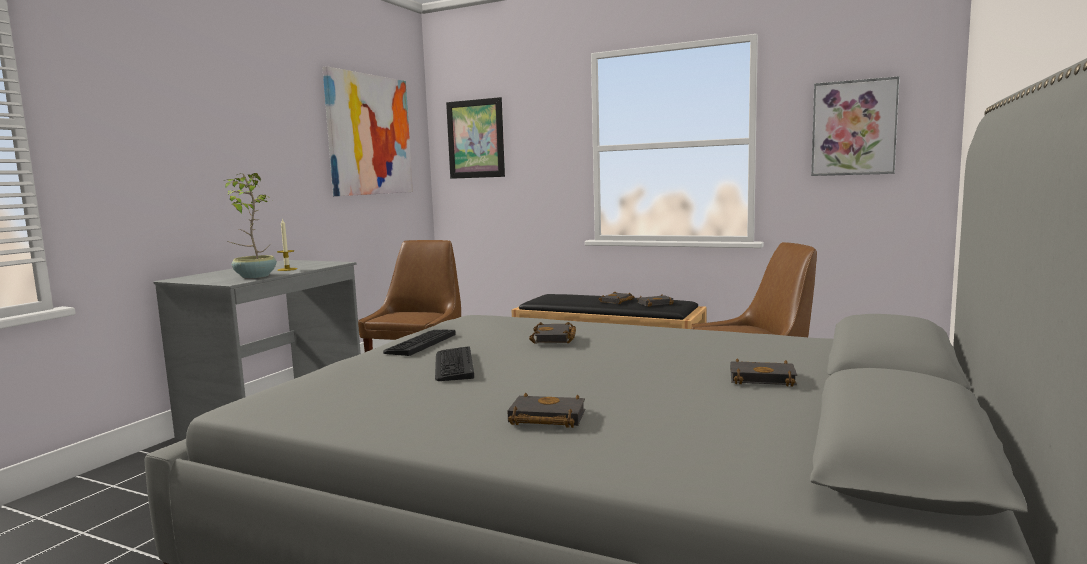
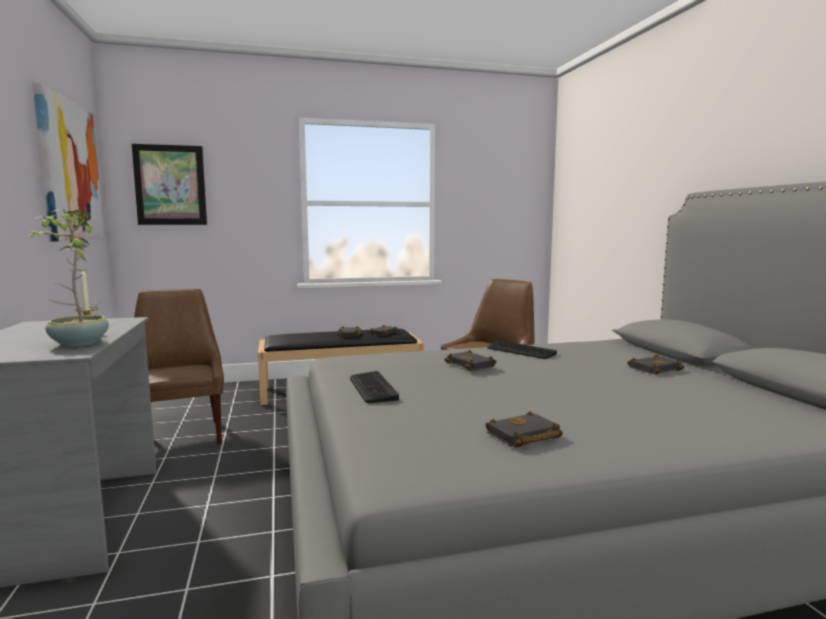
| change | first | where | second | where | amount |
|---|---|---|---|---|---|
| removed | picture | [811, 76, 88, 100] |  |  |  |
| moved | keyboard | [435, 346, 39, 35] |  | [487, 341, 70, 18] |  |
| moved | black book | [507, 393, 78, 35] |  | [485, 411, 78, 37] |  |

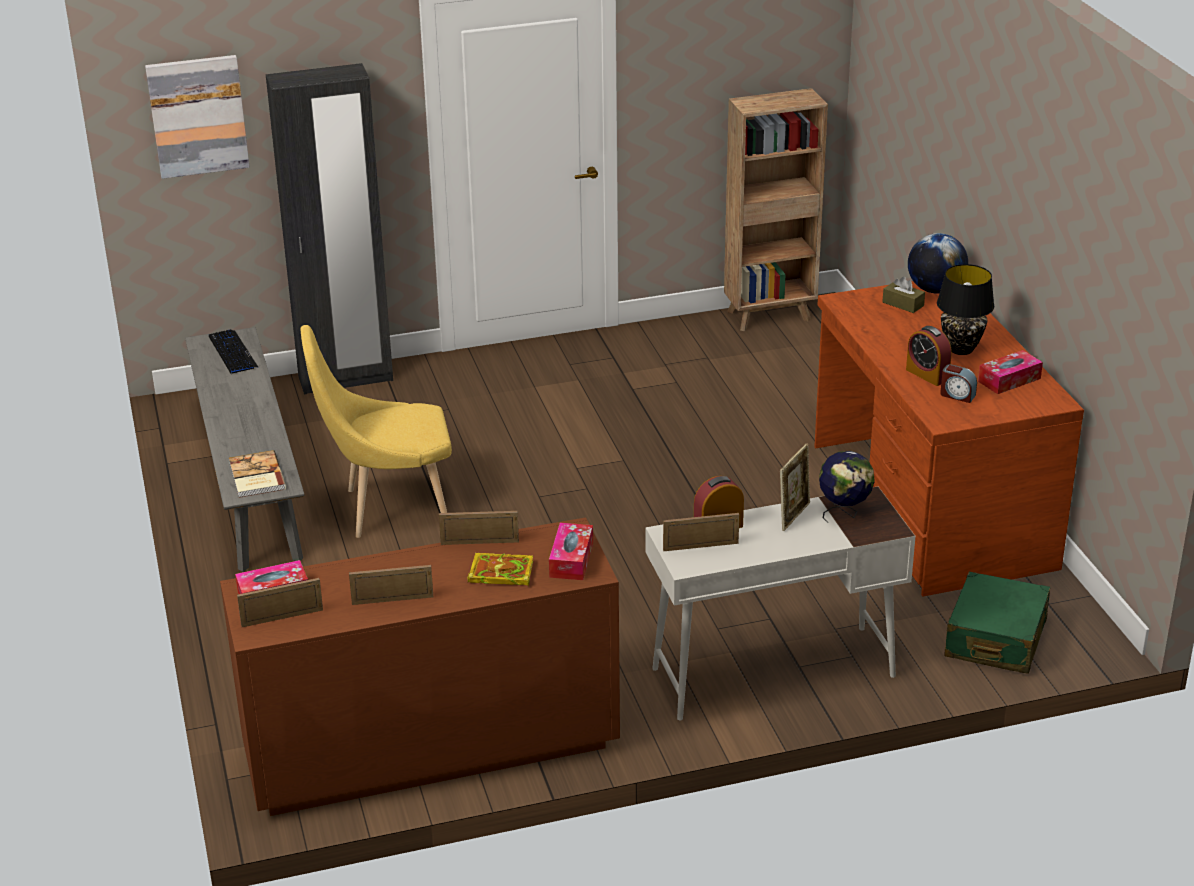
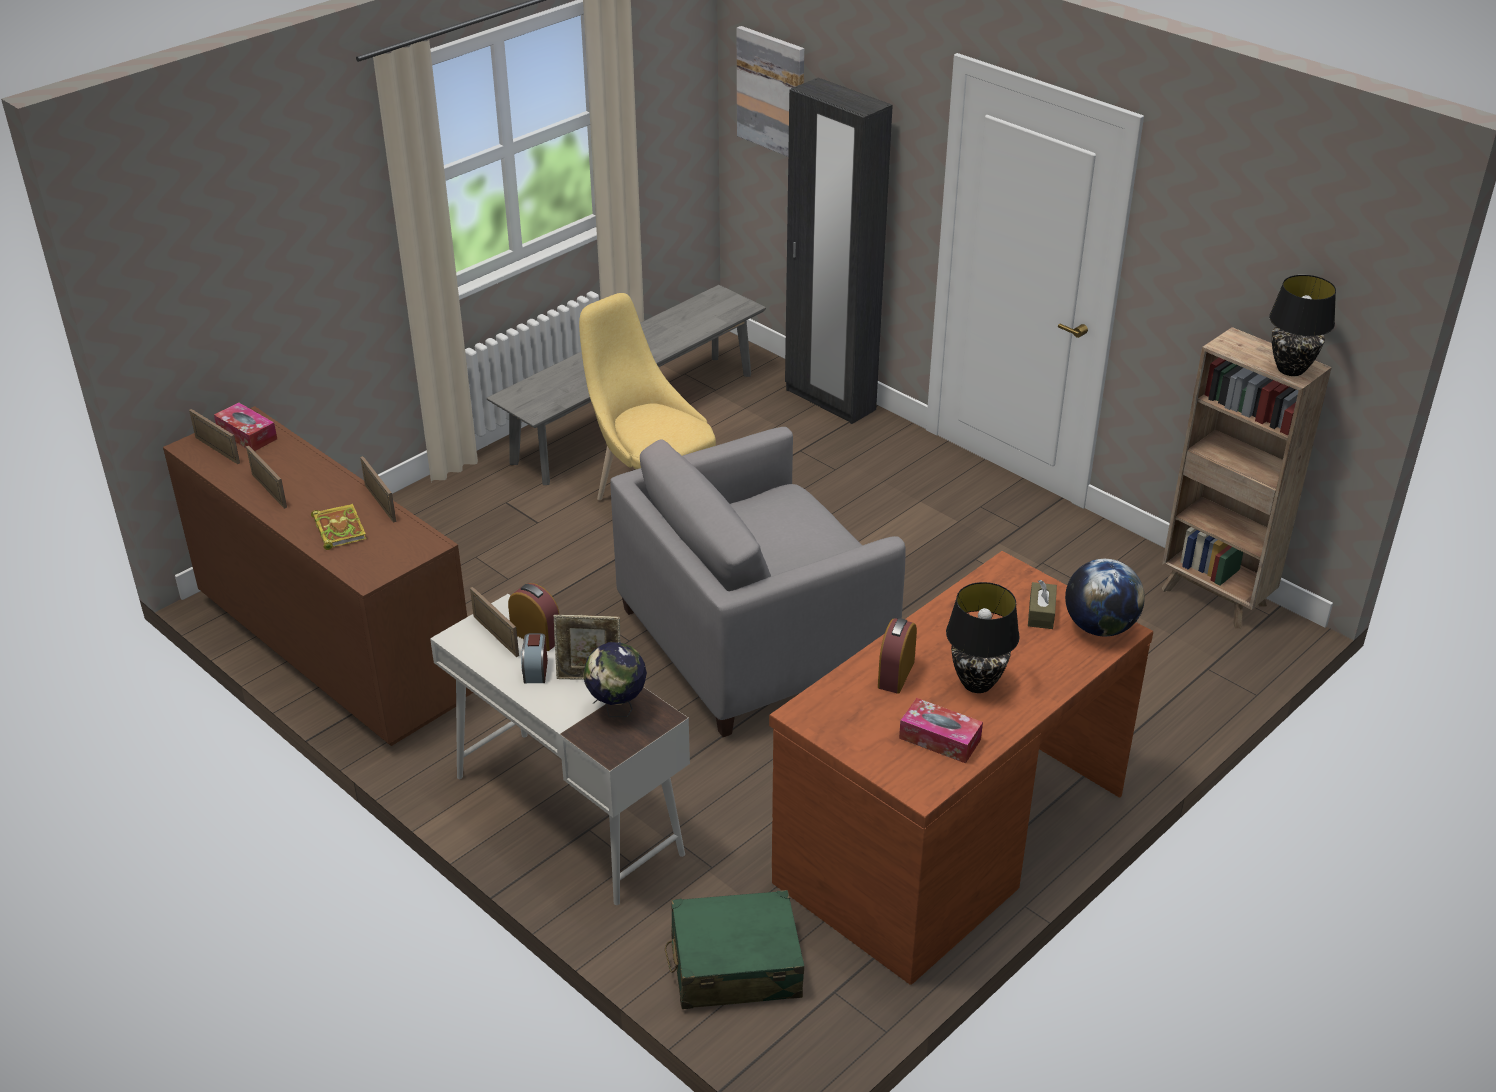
| change | first | where | second | where | amount |
|---|---|---|---|---|---|
| removed | keyboard | [209, 329, 49, 44] |  |  |  |
| removed | book | [229, 450, 57, 48] |  |  |  |
| removed | tissue box | [549, 523, 44, 57] |  |  |  |
| added |  |  | grey armchair | [610, 427, 296, 310] |  |
| added |  |  | black table lamp | [1269, 275, 67, 101] |  |
| moved | alarm clock | [940, 364, 37, 39] |  | [521, 633, 27, 50] |  |

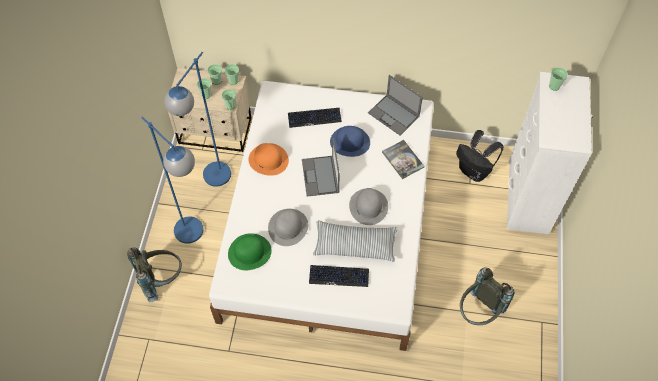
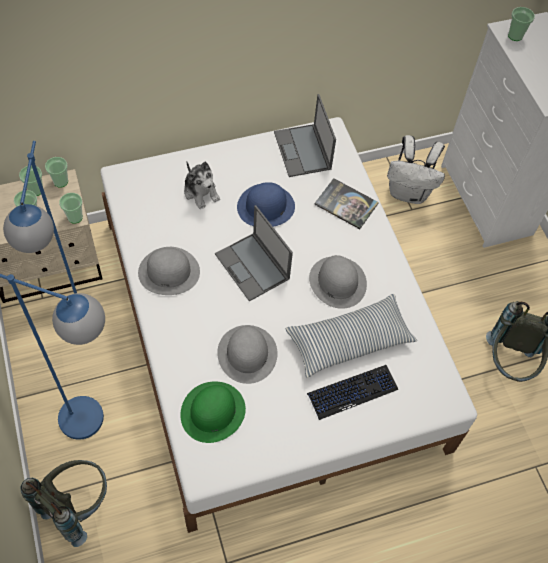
| change | first | where | second | where | amount |
|---|---|---|---|---|---|
| replaced | keyboard | [288, 108, 54, 20] | plush toy | [184, 161, 36, 48] |  |
| recoloured | orange hat | [248, 143, 41, 33] | grey hat | [138, 247, 62, 48] |  |
| recoloured | black backpack | [456, 130, 48, 52] | white backpack | [387, 135, 58, 69] |  |
| turned | laptop | [368, 75, 55, 60] |  | [274, 94, 62, 83] | 60 degrees clockwise |

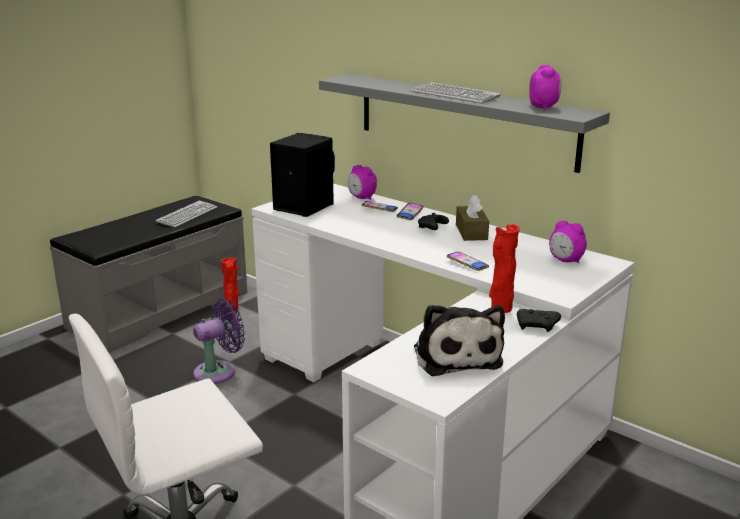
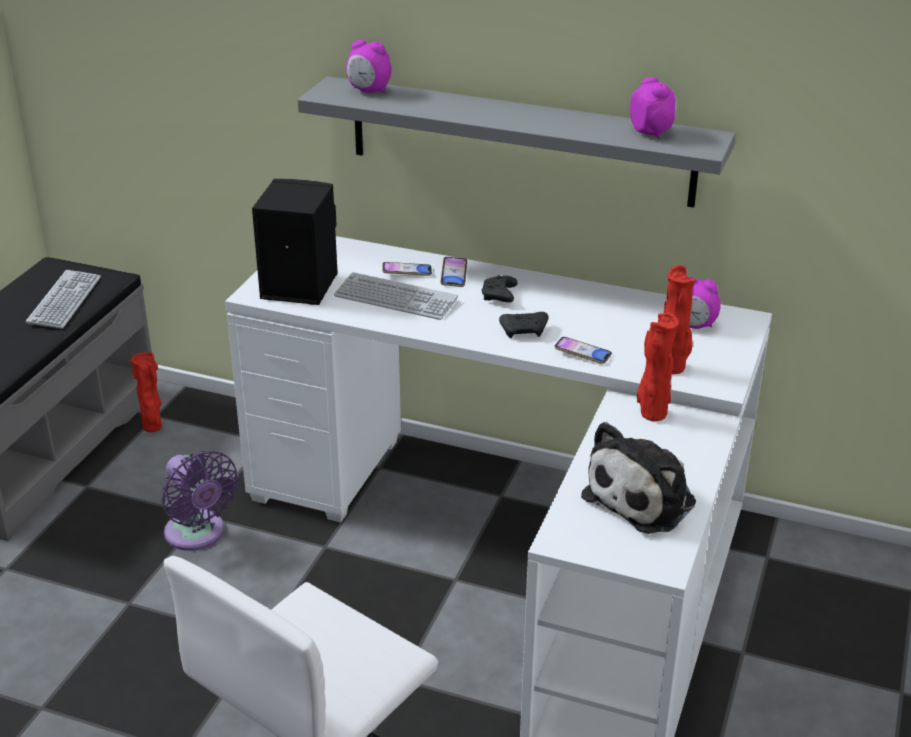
| change | first | where | second | where | amount |
|---|---|---|---|---|---|
| removed | brown tissue box | [456, 195, 33, 46] |  |  |  |
| added |  |  | red vase | [664, 265, 32, 109] |  |
| moved | alarm clock | [348, 165, 29, 35] |  | [346, 40, 46, 53] |  |
| moved | keyboard | [411, 82, 90, 21] |  | [334, 272, 124, 48] |  |
| moved | black game controller | [517, 309, 44, 23] |  | [499, 312, 49, 27] |  |
| turned | purple fan | [193, 299, 52, 85] |  | [161, 450, 77, 101] | 105 degrees clockwise |
| turned | plush toy | [414, 305, 91, 71] |  | [581, 422, 115, 112] | 75 degrees clockwise |

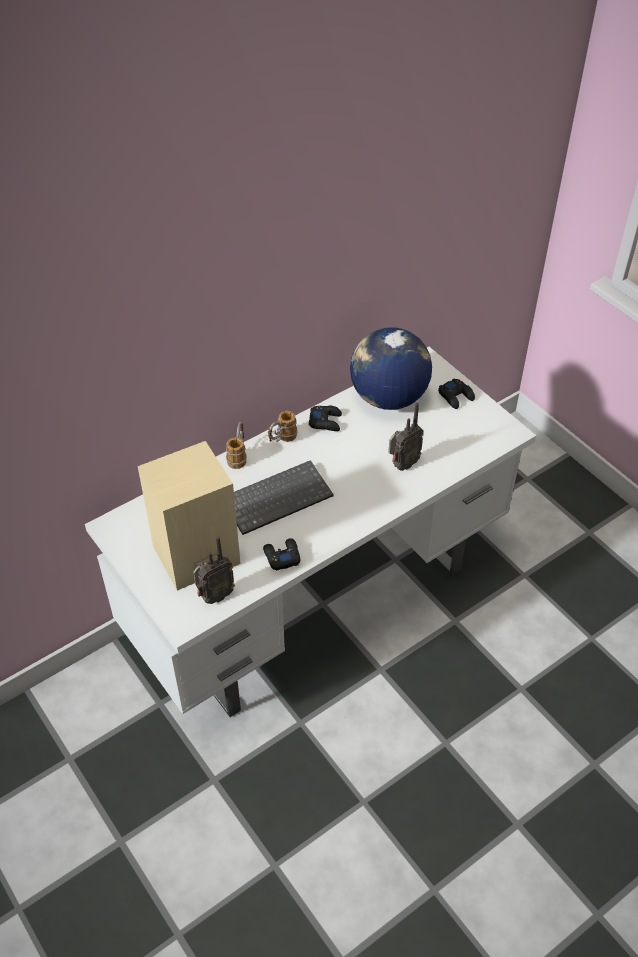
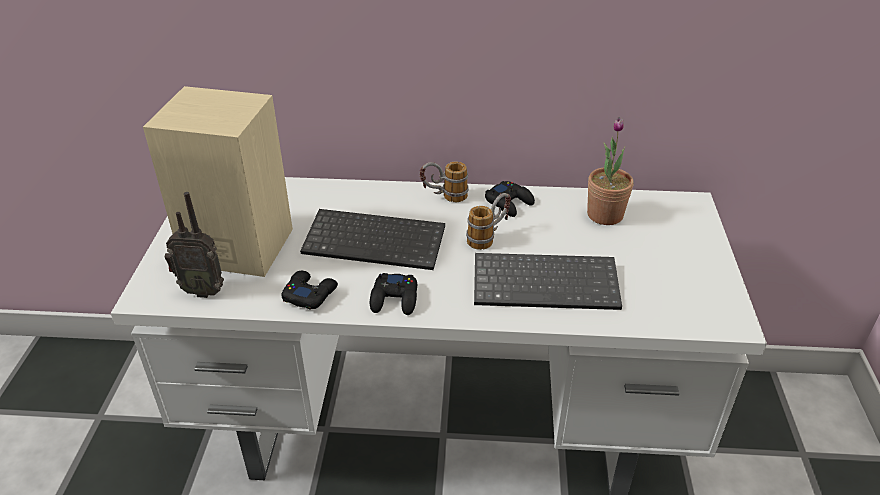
| change | first | where | second | where | amount |
|---|---|---|---|---|---|
| moved | mug | [226, 421, 21, 48] |  | [466, 193, 45, 57] |  |
| moved | black game controller | [438, 378, 37, 31] |  | [370, 273, 47, 42] |  |
| replaced | globe | [350, 327, 82, 83] | potted plant | [587, 117, 46, 108] |  |
| replaced | radio | [388, 403, 36, 68] | keyboard | [474, 253, 148, 57] |  |

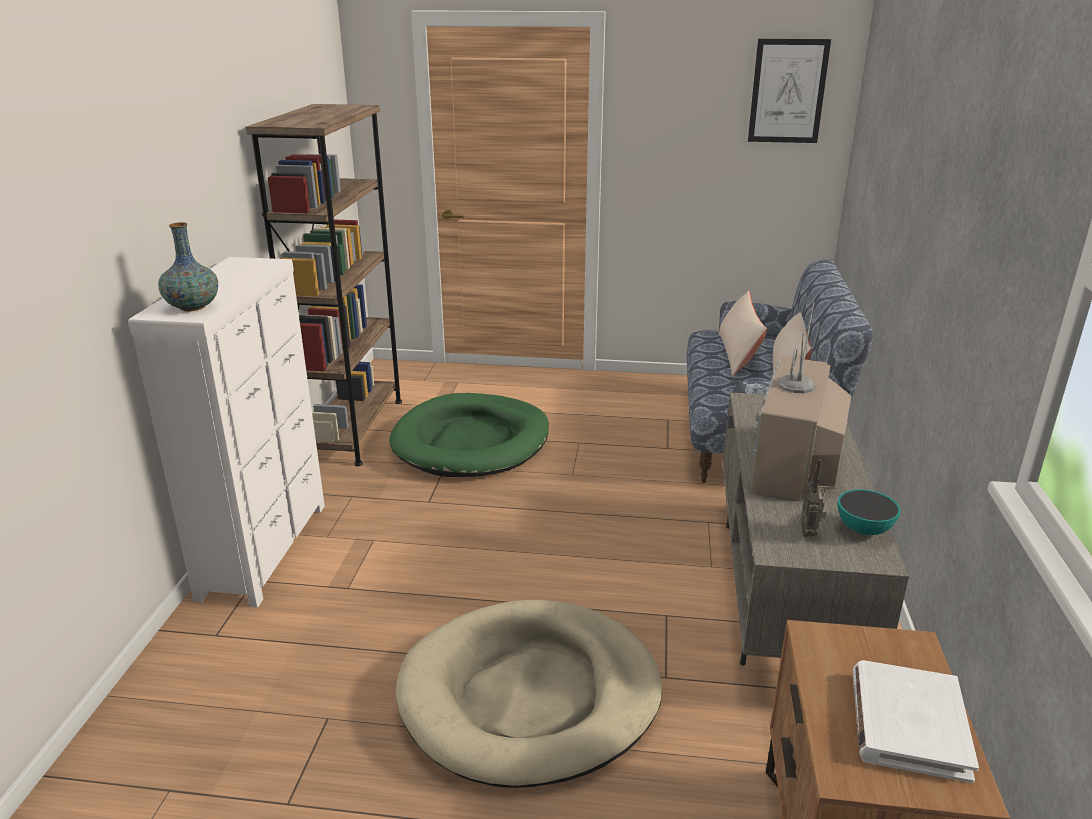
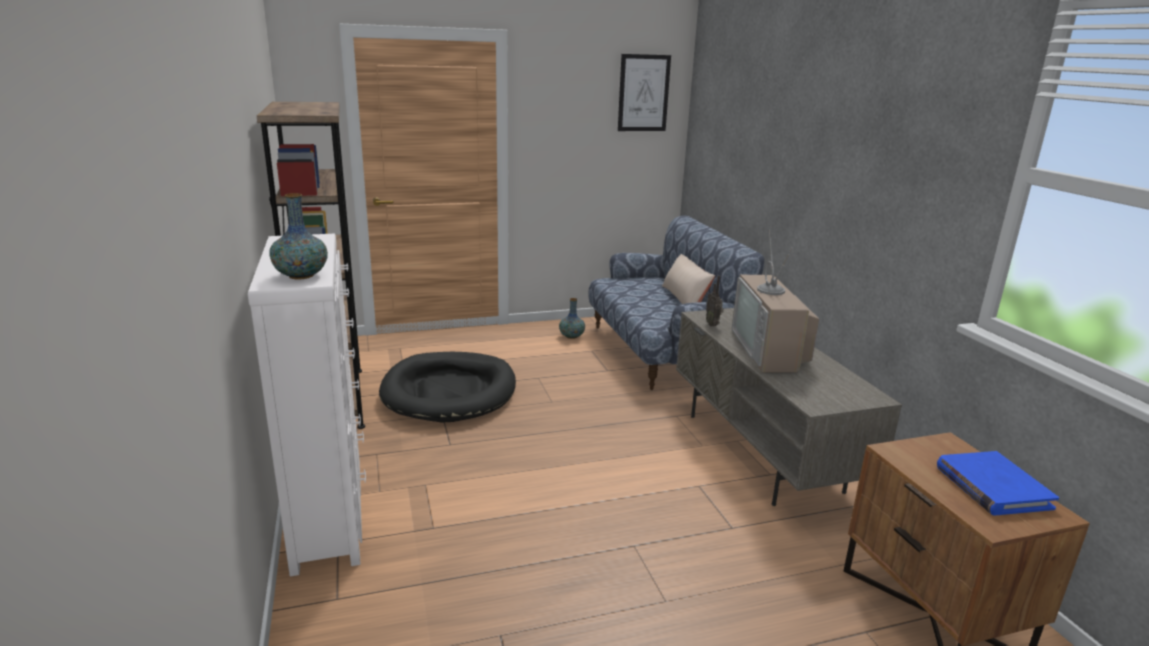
| change | first | where | second | where | amount |
|---|---|---|---|---|---|
| removed | beige dog bed | [395, 600, 267, 188] |  |  |  |
| removed | beige pillow | [718, 290, 49, 86] |  |  |  |
| removed | bowl | [838, 489, 63, 46] |  |  |  |
| added |  |  | vase | [559, 298, 26, 41] |  |
| moved | radio | [801, 459, 25, 78] |  | [706, 276, 18, 50] |  |
| recoloured | green dog bed | [389, 393, 160, 84] | black dog bed | [379, 352, 137, 71] |  |
| recoloured | white book | [852, 660, 127, 123] | blue book | [937, 451, 122, 64] |  |

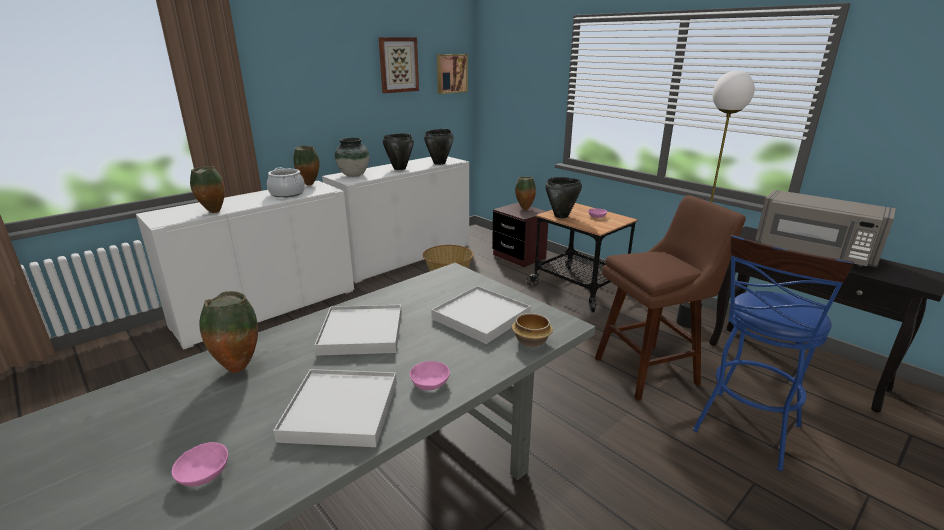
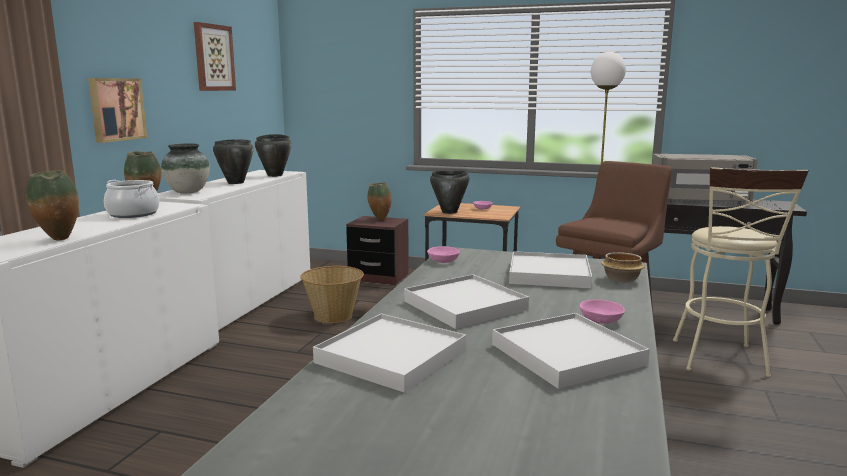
| change | first | where | second | where | amount |
|---|---|---|---|---|---|
| moved | pink bowl | [172, 442, 56, 45] |  | [427, 246, 33, 17] |  |
| moved | picture | [437, 54, 31, 40] |  | [88, 78, 59, 65] |  |
| replaced | vase | [199, 291, 59, 82] | white tray | [313, 313, 153, 80] |  |
| recoloured | blue stool | [693, 235, 161, 236] | beige stool | [673, 167, 136, 210] |  |

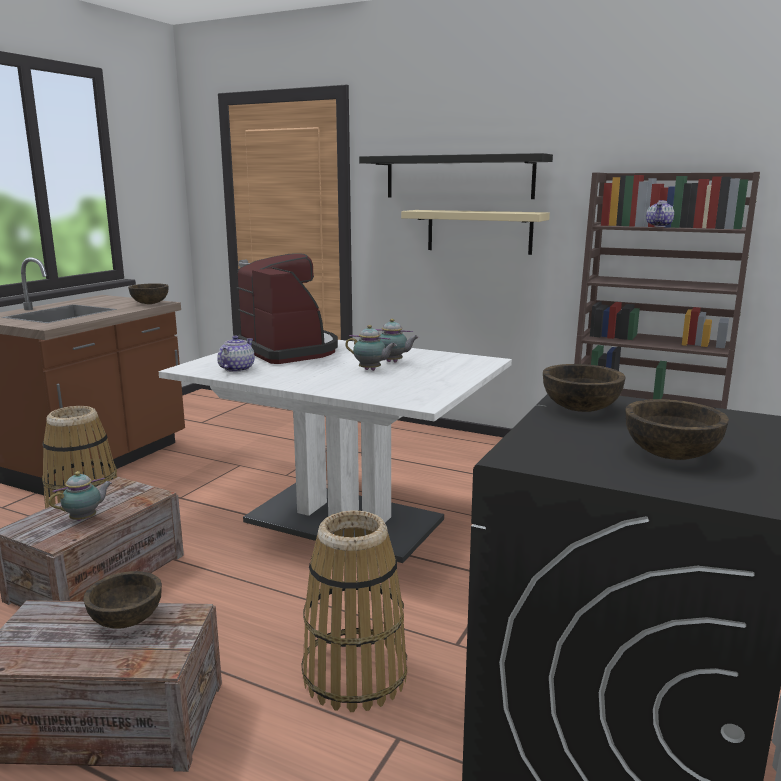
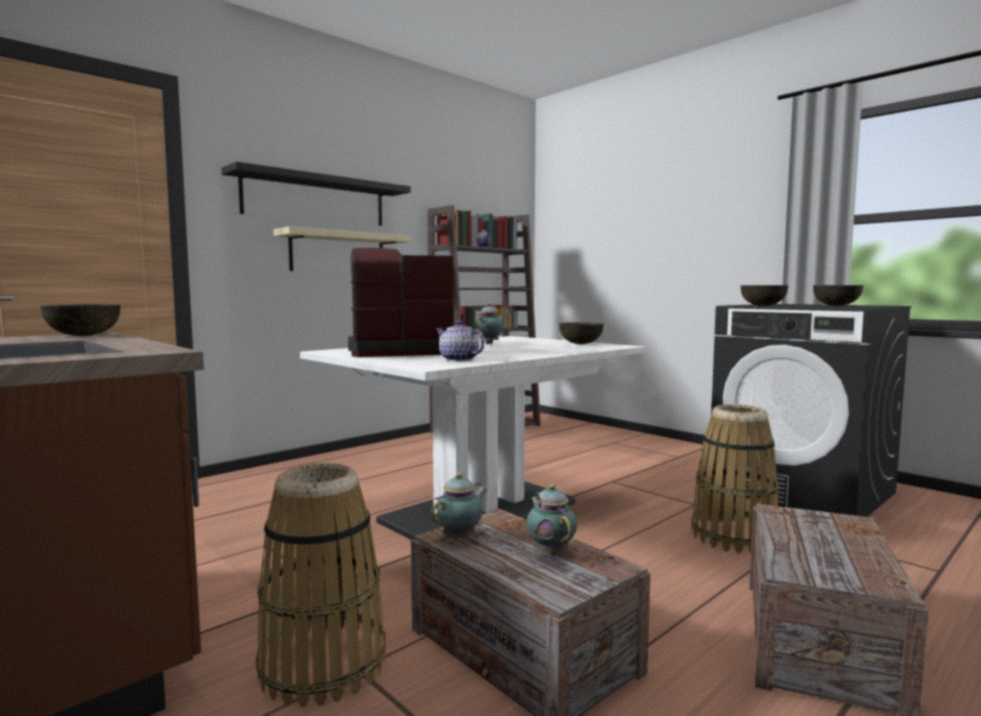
| change | first | where | second | where | amount |
|---|---|---|---|---|---|
| moved | brown bowl | [83, 571, 79, 58] |  | [559, 322, 45, 22] |  |
| moved | teapot | [345, 325, 52, 46] |  | [431, 473, 57, 67] |  |

